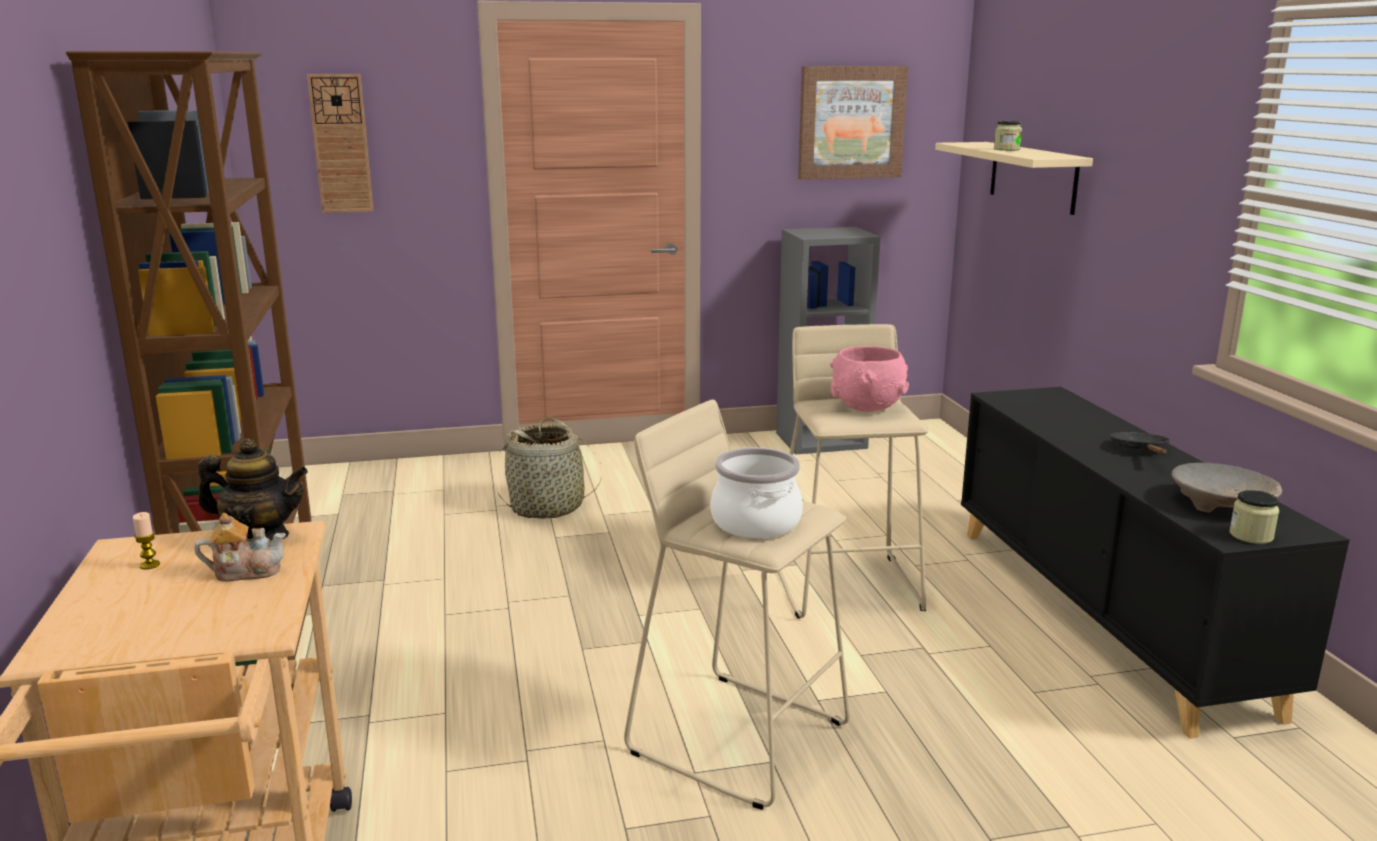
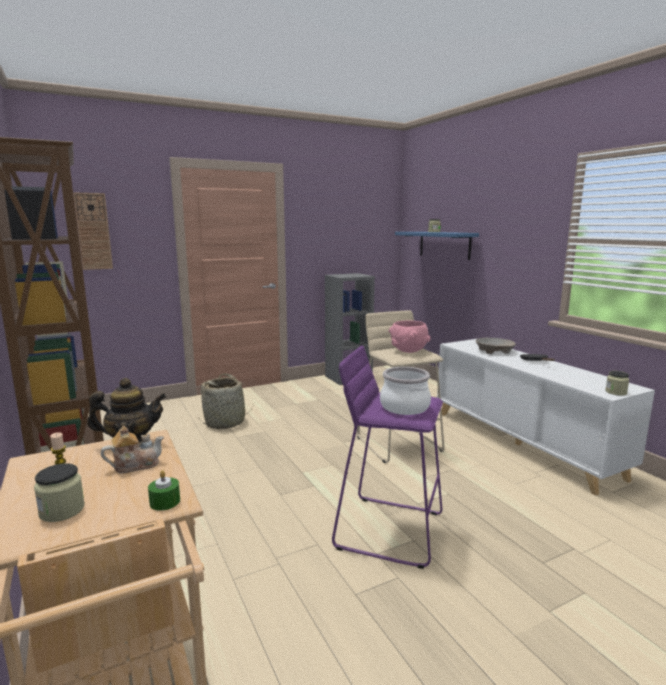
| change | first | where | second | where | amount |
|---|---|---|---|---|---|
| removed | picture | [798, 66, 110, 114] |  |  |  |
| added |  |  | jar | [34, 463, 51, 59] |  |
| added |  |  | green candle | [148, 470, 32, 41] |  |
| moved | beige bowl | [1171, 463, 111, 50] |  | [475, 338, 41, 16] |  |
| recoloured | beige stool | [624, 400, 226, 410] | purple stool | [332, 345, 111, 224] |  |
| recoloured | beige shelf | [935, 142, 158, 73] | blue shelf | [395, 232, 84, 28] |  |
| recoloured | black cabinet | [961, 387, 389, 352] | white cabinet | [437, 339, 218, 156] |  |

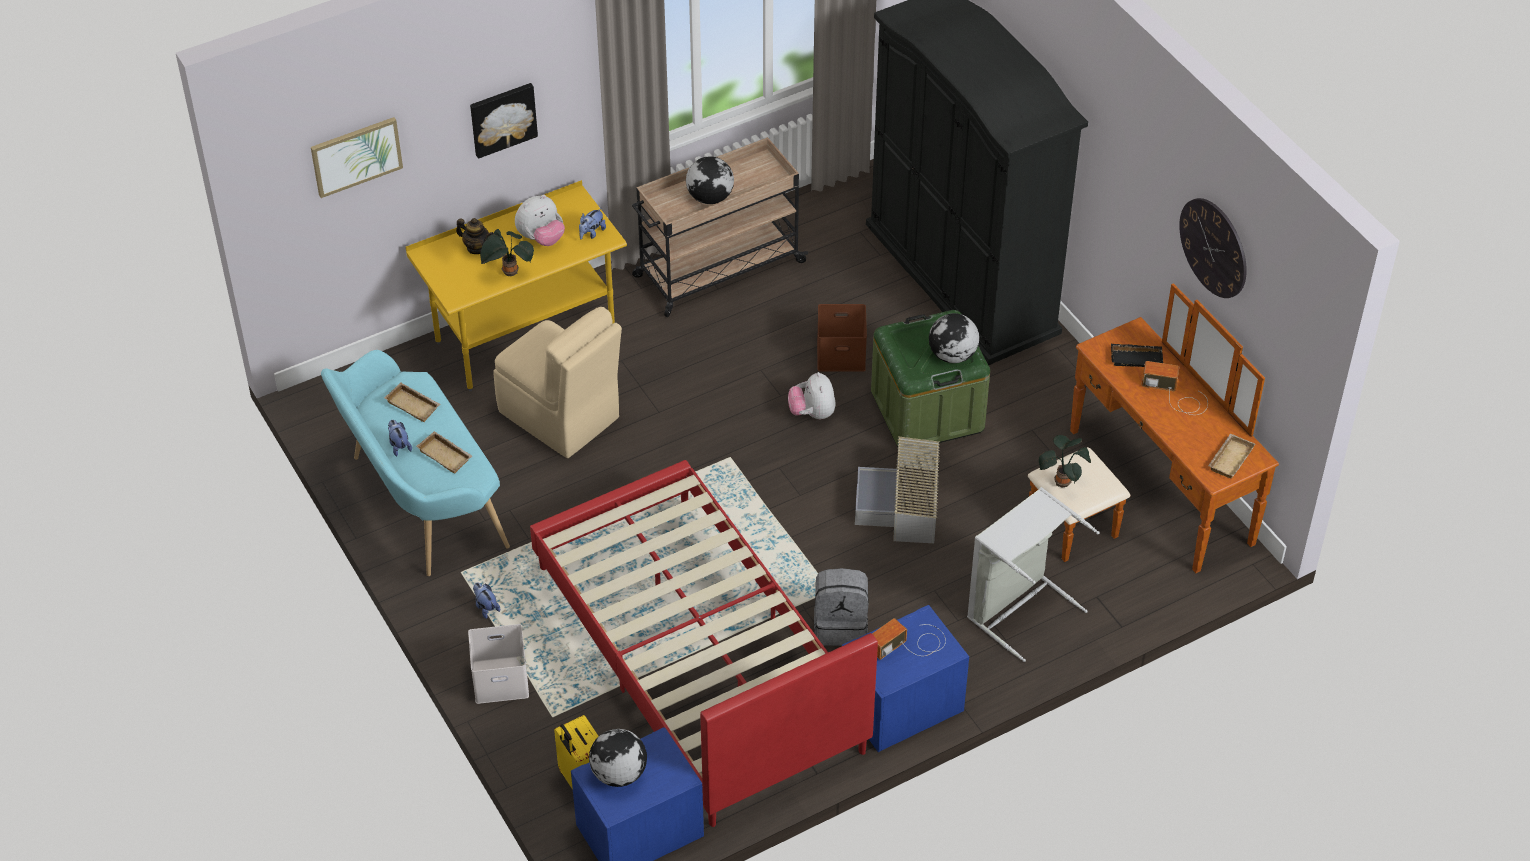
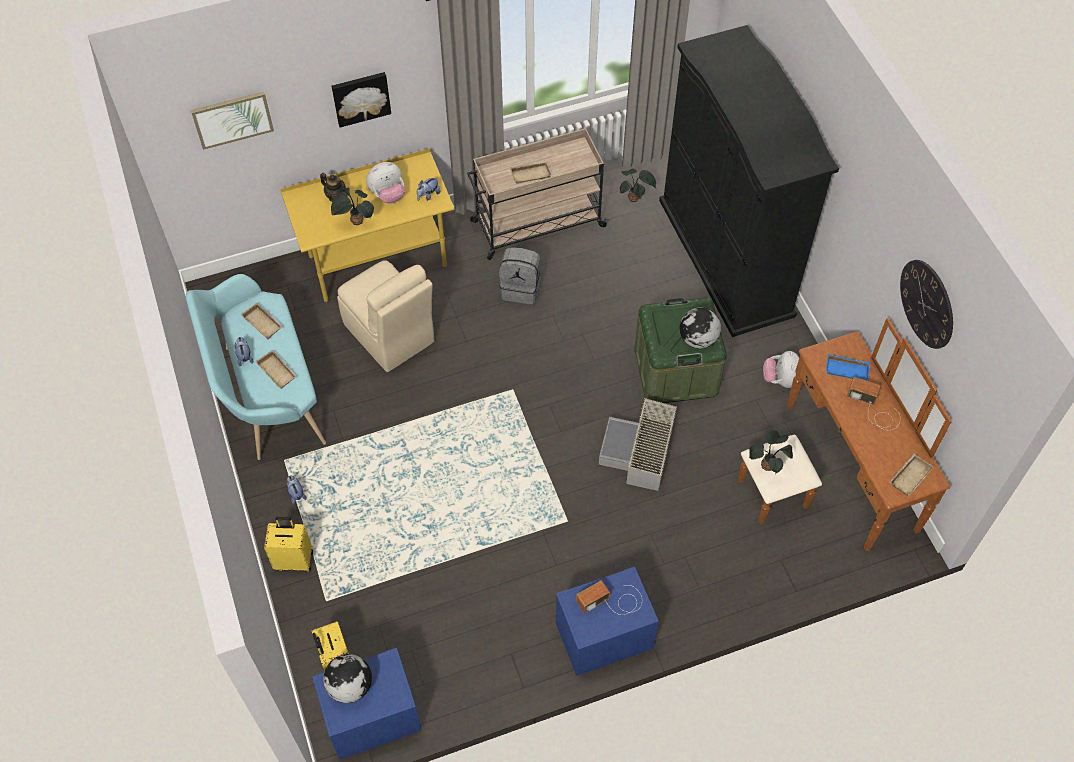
| change | first | where | second | where | amount |
|---|---|---|---|---|---|
| removed | red bed | [530, 460, 348, 367] |  |  |  |
| removed | brown storage box | [817, 304, 50, 68] |  |  |  |
| removed | grey laundry basket | [967, 487, 133, 175] |  |  |  |
| added |  |  | potted plant | [620, 169, 36, 33] |  |
| moved | plush toy | [788, 372, 48, 47] |  | [763, 351, 36, 37] |  |
| moved | grey backpack | [814, 568, 55, 78] |  | [499, 247, 42, 57] |  |
| replaced | white storage box | [468, 624, 61, 80] | yellow suitcase | [264, 517, 49, 55] |  |
| replaced | globe | [686, 156, 48, 48] | beige tray | [510, 161, 42, 23] |  |
| recoloured | black tray | [1111, 344, 52, 23] | blue tray | [826, 354, 44, 27] |  |

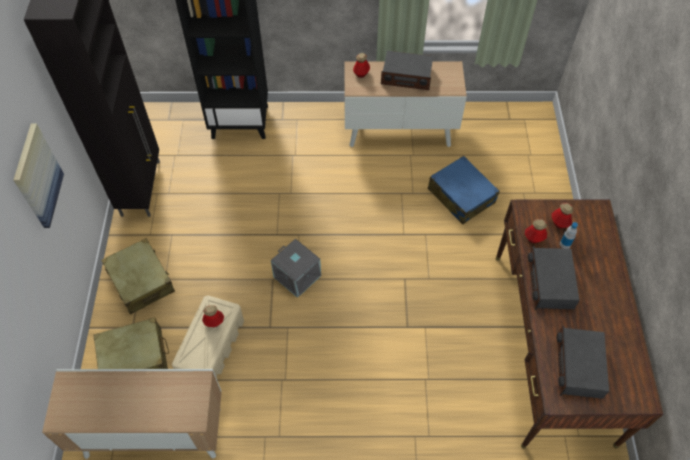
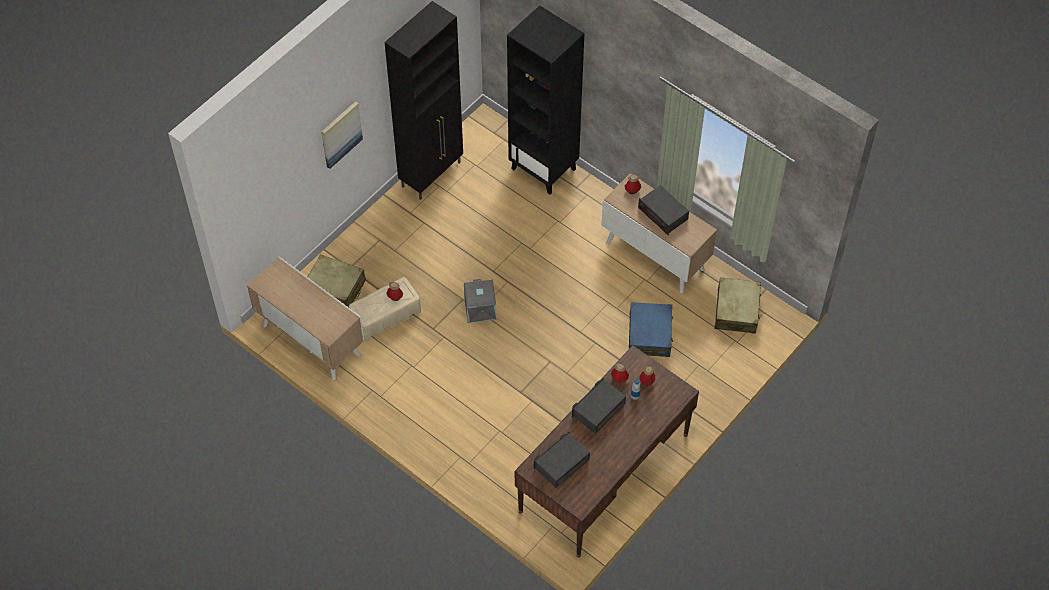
| change | first | where | second | where | amount |
|---|---|---|---|---|---|
| moved | beige suitcase | [101, 238, 74, 77] |  | [715, 277, 46, 57] |  |

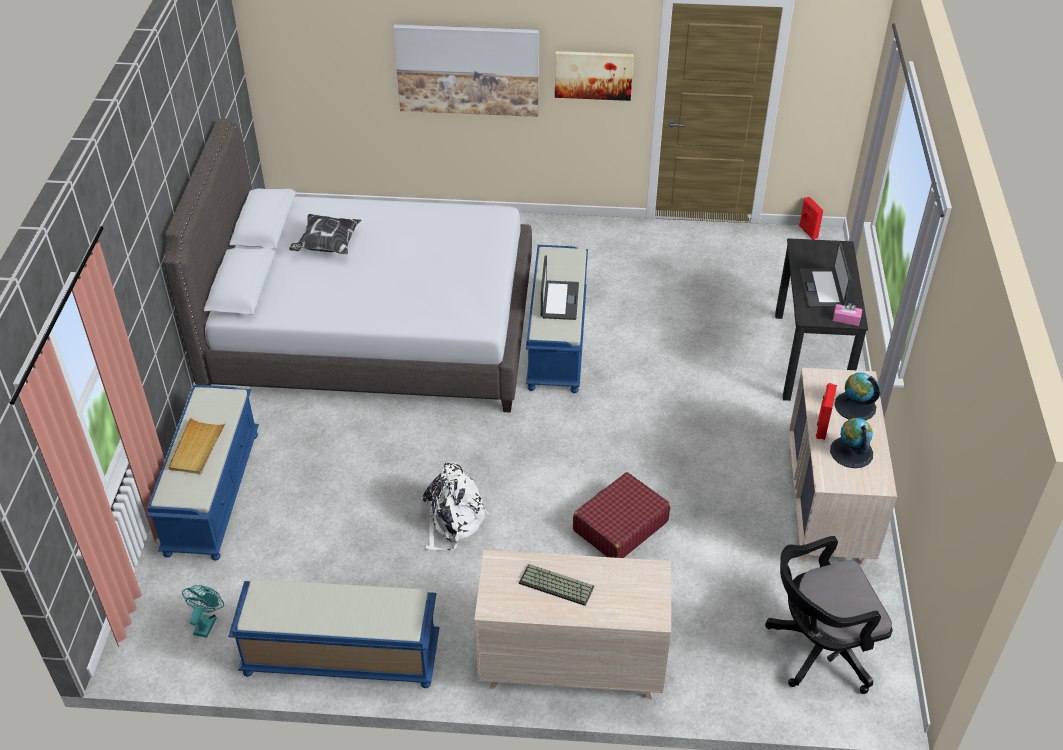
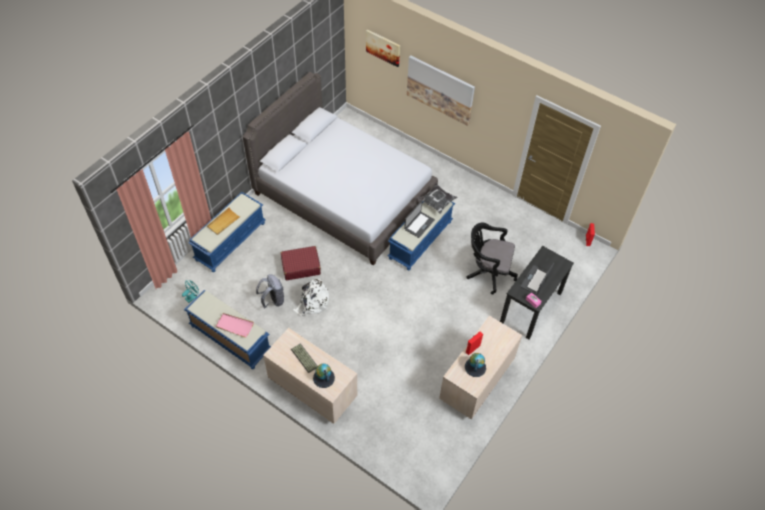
| change | first | where | second | where | amount |
|---|---|---|---|---|---|
| added |  |  | pink tray | [216, 313, 38, 25] |  |
| added |  |  | grey backpack | [256, 274, 28, 34] |  |
| moved | pillow | [289, 214, 72, 40] |  | [417, 183, 41, 31] |  |
| moved | picture | [555, 51, 79, 50] |  | [366, 29, 34, 38] |  |
| moved | red suitcase | [573, 472, 98, 86] |  | [281, 246, 40, 34] |  |
| moved | black office chair | [765, 536, 128, 158] |  | [466, 222, 52, 72] |  |
| moved | globe | [835, 373, 46, 48] |  | [313, 364, 22, 24] |  |

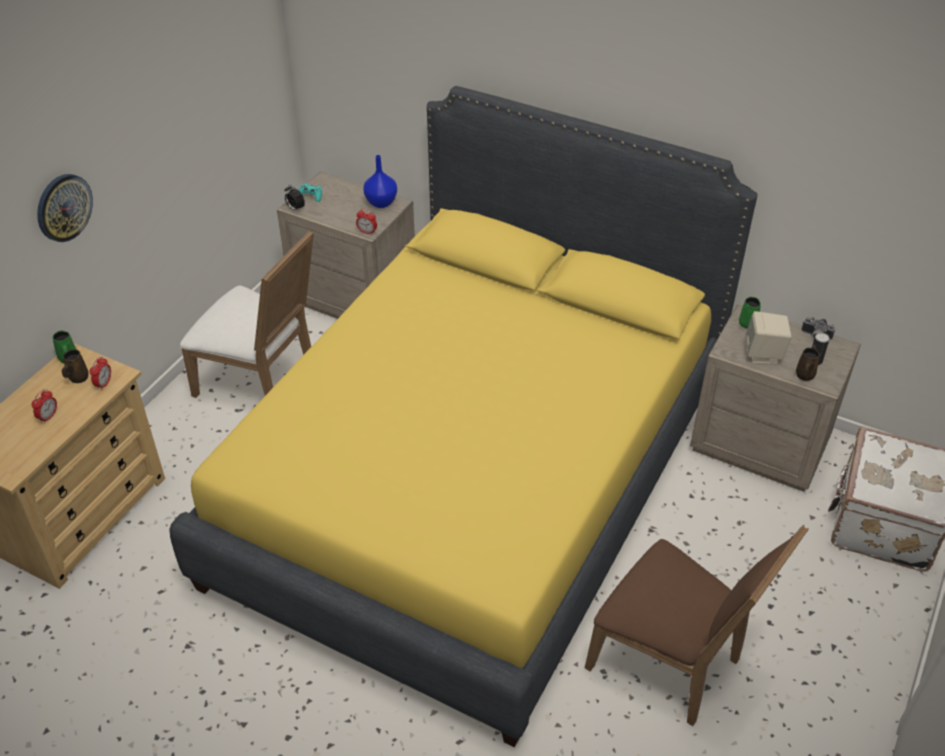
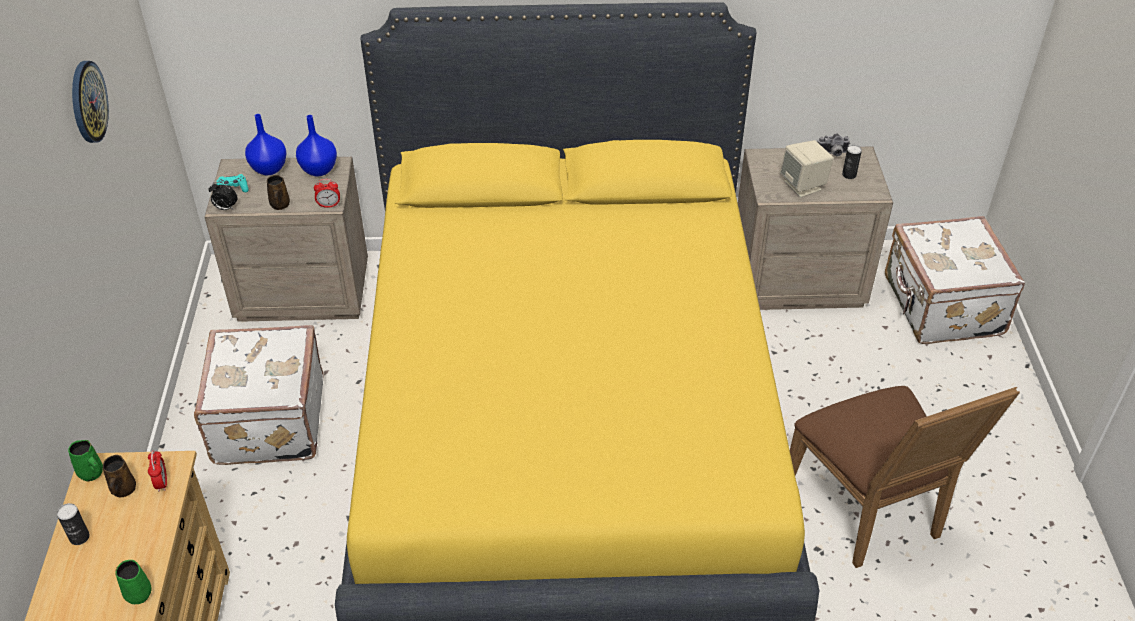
| change | first | where | second | where | amount |
|---|---|---|---|---|---|
| removed | alarm clock | [32, 389, 25, 34] |  |  |  |
| added |  |  | can | [57, 503, 33, 42] |  |
| added |  |  | blue vase | [245, 114, 42, 61] |  |
| moved | wall clock | [37, 174, 56, 68] |  | [72, 61, 37, 82] |  |
| moved | green mug | [739, 297, 22, 32] |  | [116, 560, 36, 44] |  |
| moved | brown mug | [796, 348, 24, 33] |  | [267, 175, 23, 35] |  |
| replaced | white chair | [180, 230, 134, 168] | white suitcase | [194, 325, 130, 140] |  |
| turned | brown chair | [585, 525, 224, 201] |  | [790, 386, 230, 182] | 60 degrees clockwise |

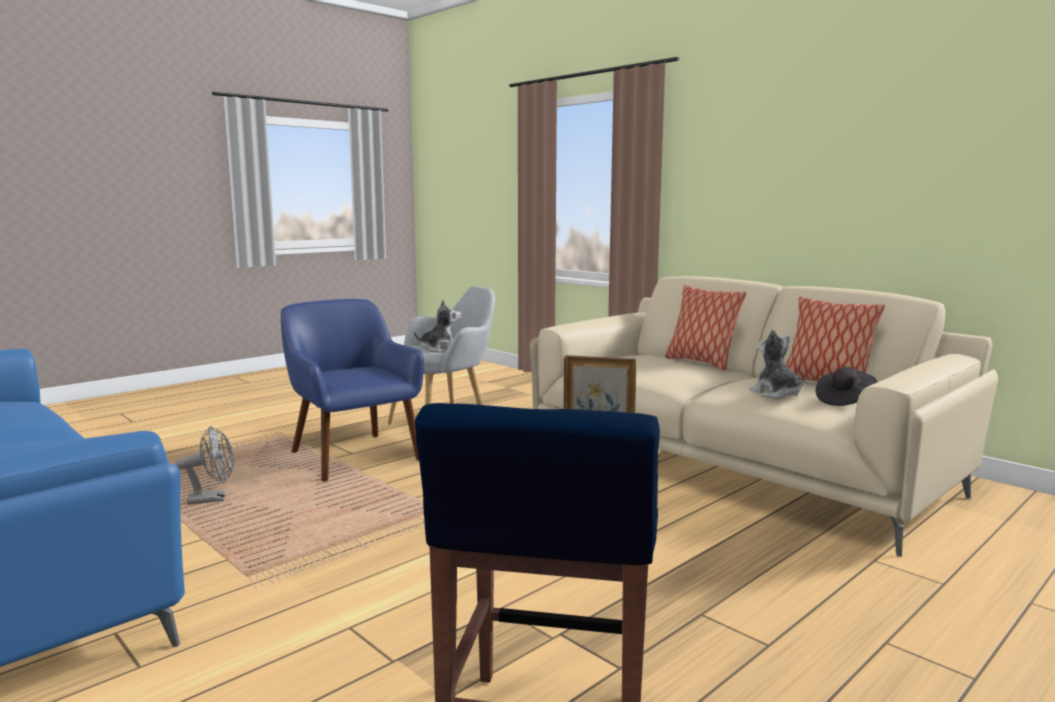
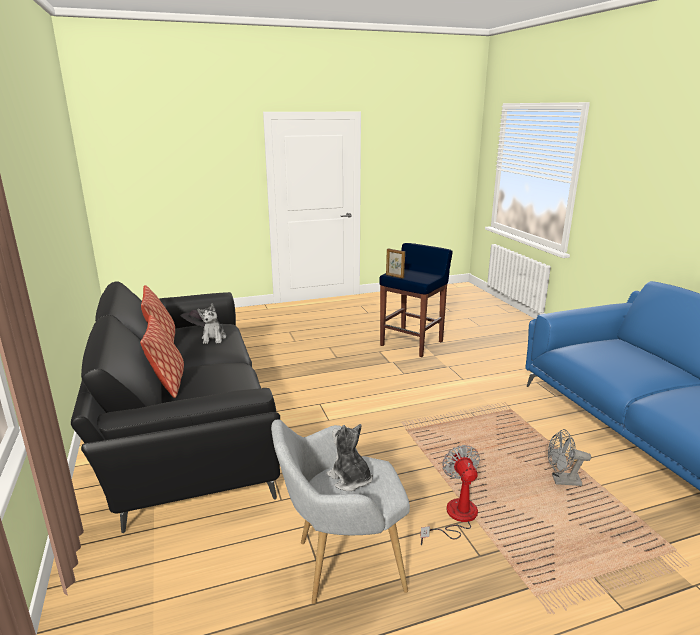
| change | first | where | second | where | amount |
|---|---|---|---|---|---|
| replaced | blue armchair | [281, 299, 143, 182] | fan | [420, 445, 60, 100] |  |
| recoloured | beige sofa | [530, 276, 468, 281] | black sofa | [71, 281, 209, 252] |  |
| turned | plush toy | [414, 300, 47, 52] |  | [327, 424, 46, 67] | 45 degrees clockwise |

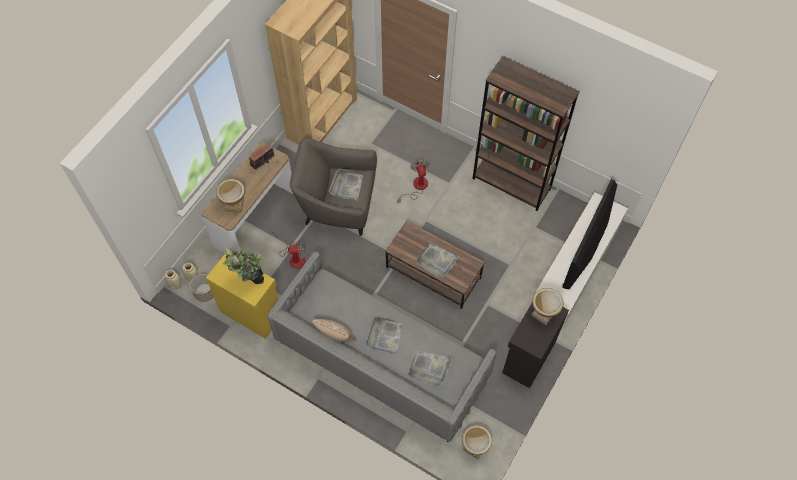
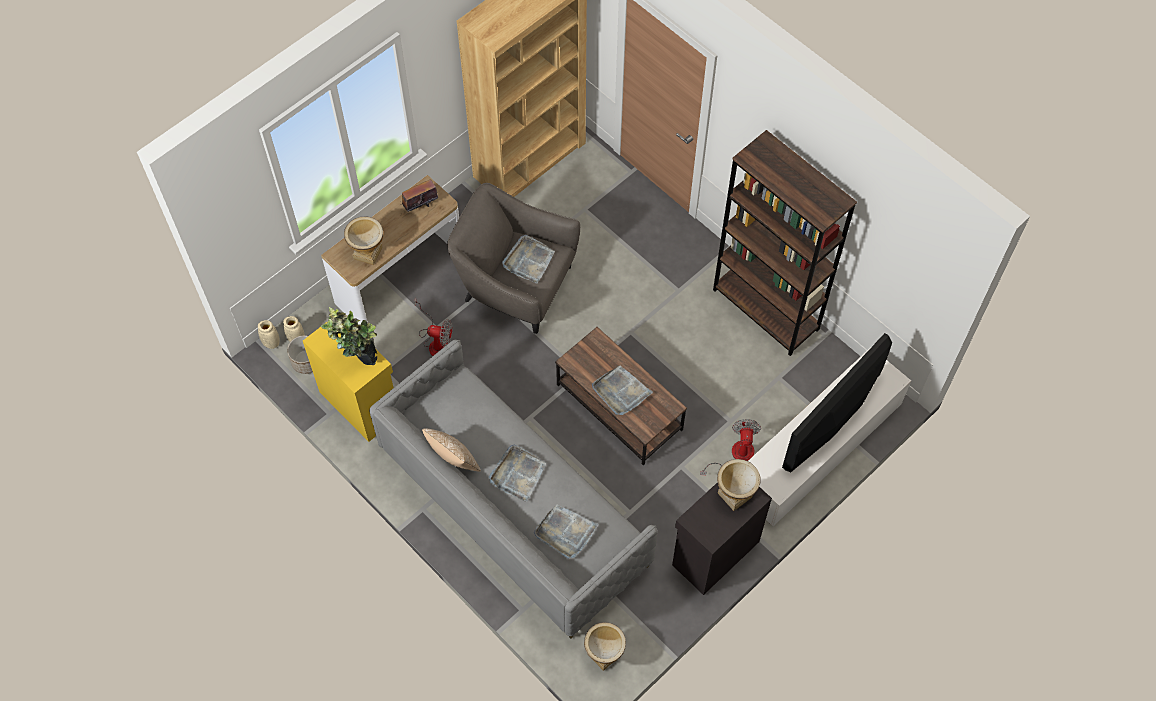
| change | first | where | second | where | amount |
|---|---|---|---|---|---|
| moved | fan | [397, 159, 32, 44] |  | [700, 419, 61, 56] |  |

